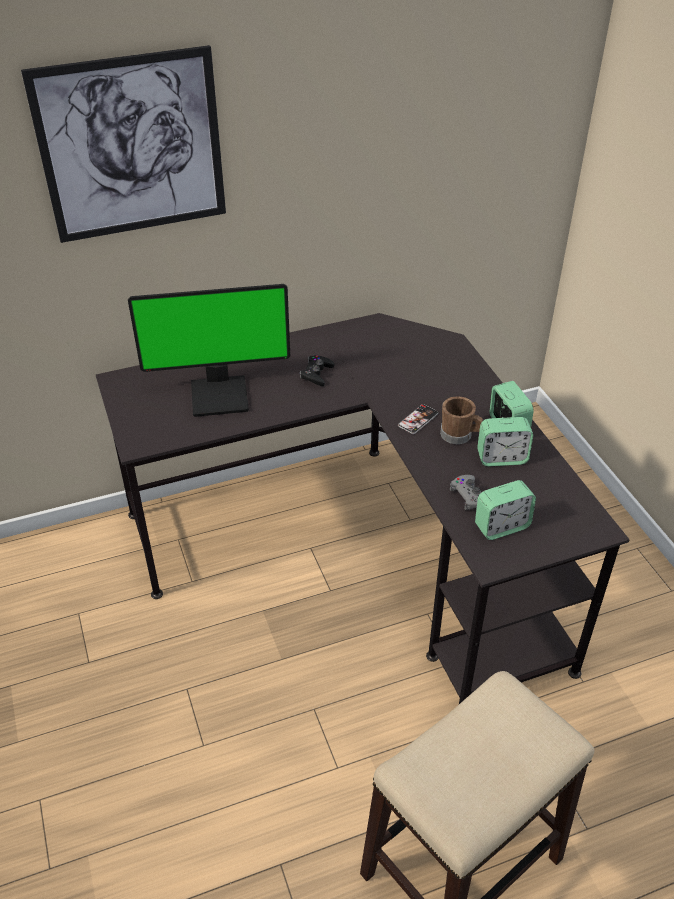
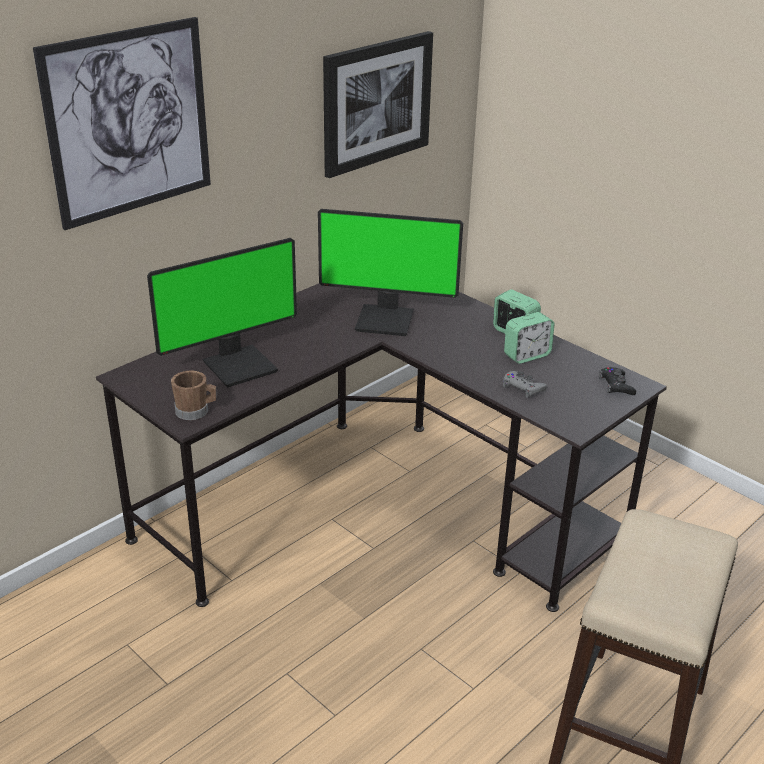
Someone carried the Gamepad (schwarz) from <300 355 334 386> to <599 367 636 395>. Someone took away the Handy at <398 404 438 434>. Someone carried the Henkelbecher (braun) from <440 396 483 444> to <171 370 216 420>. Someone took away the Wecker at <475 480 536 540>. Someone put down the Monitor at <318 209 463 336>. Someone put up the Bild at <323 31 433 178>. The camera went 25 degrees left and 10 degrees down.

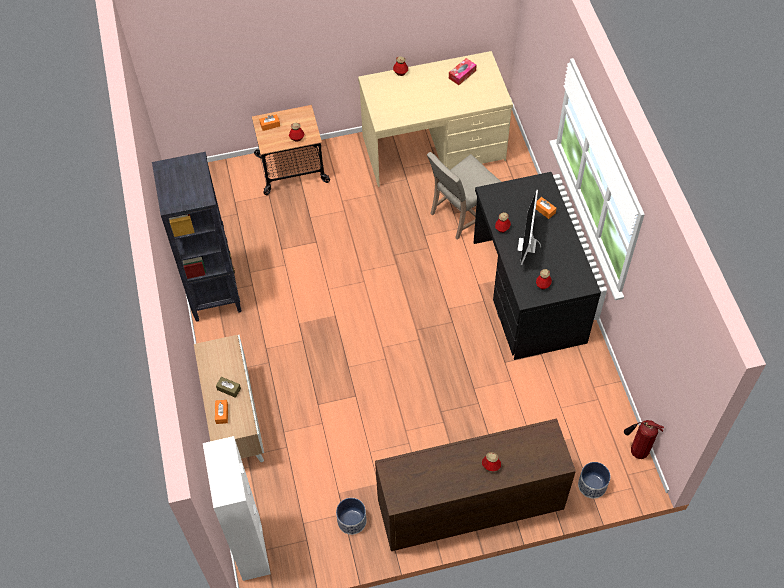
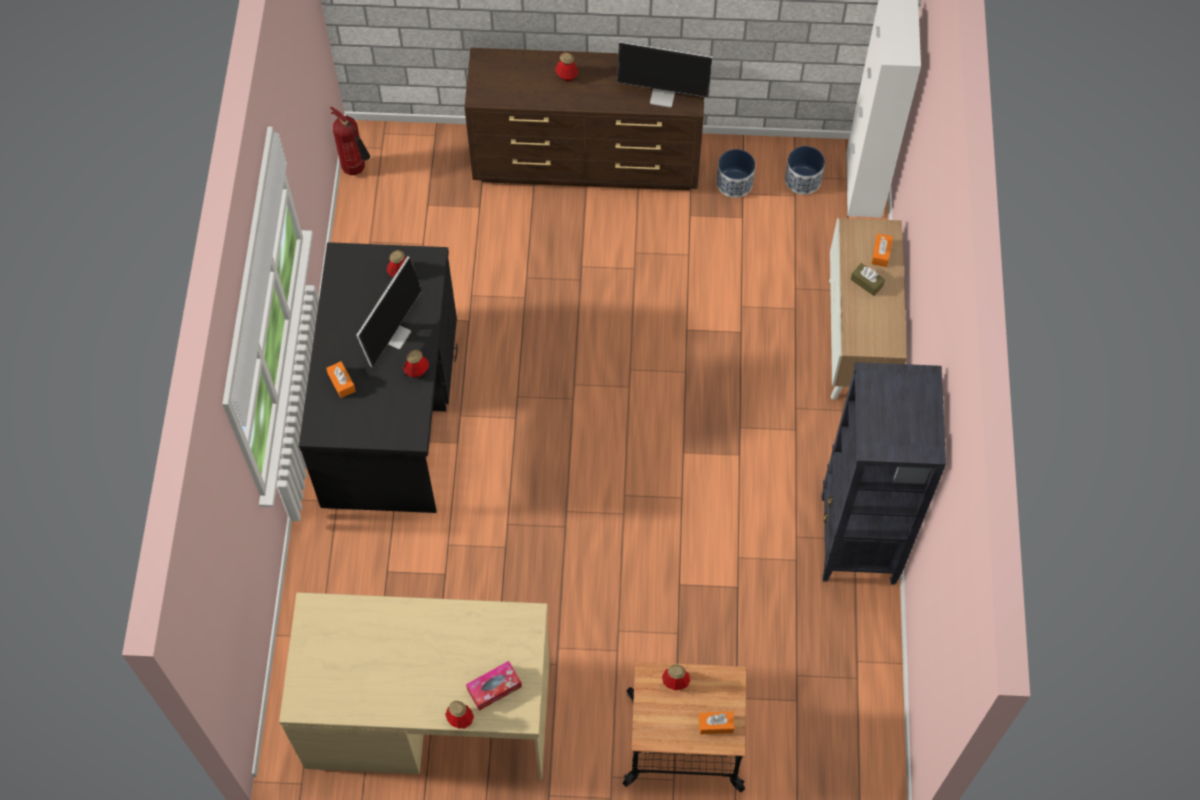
Someone took away the Stuhl (beige) at <427 152 501 239>. Someone carried the Taschentuchbox from <449 58 477 85> to <466 661 522 711>. Someone carried the Pflanzkübel from <578 462 610 499> to <785 146 825 195>. Someone put down the Monitor at <617 41 713 108>. The camera went 165 degrees left and 5 degrees up.

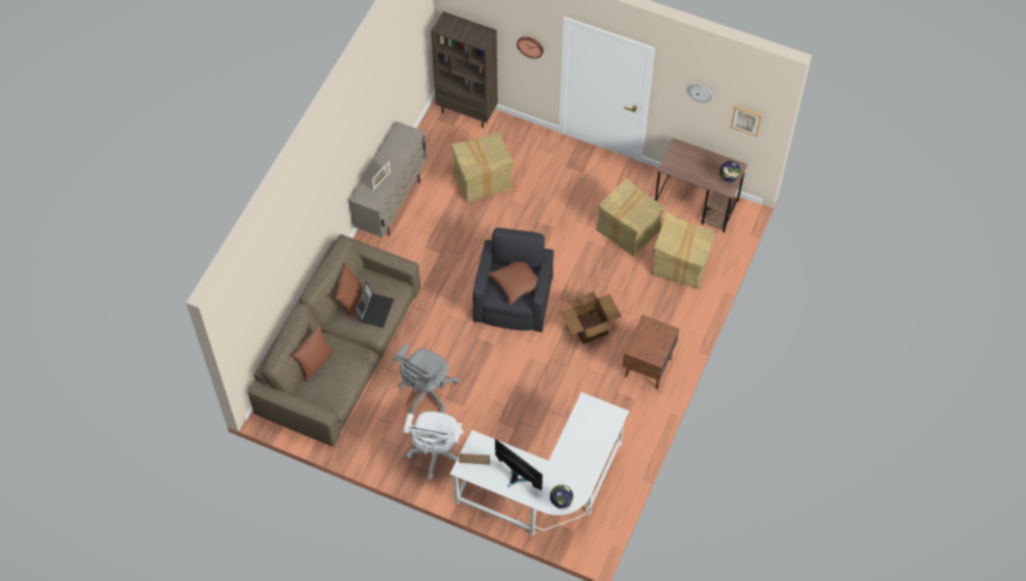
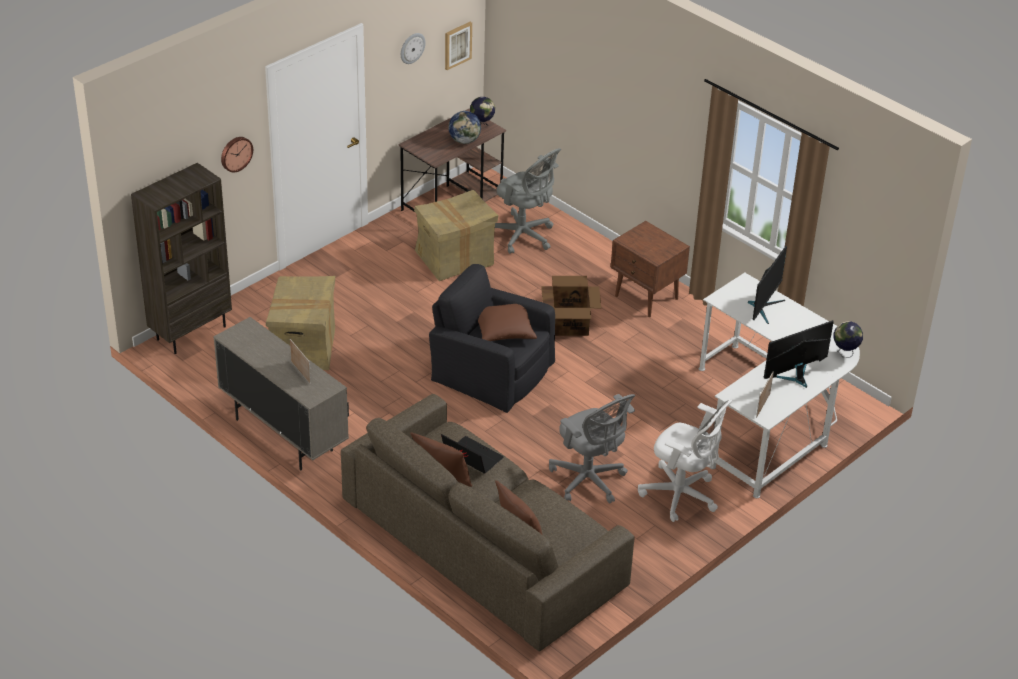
Someone swapped the Karton at <651 211 715 289> for the Bürostuhl (grau) at <495 148 561 254>. Someone put down the Globus at <448 111 481 144>. Someone put down the Monitor at <748 246 787 324>. The camera went 70 degrees left and 20 degrees down.

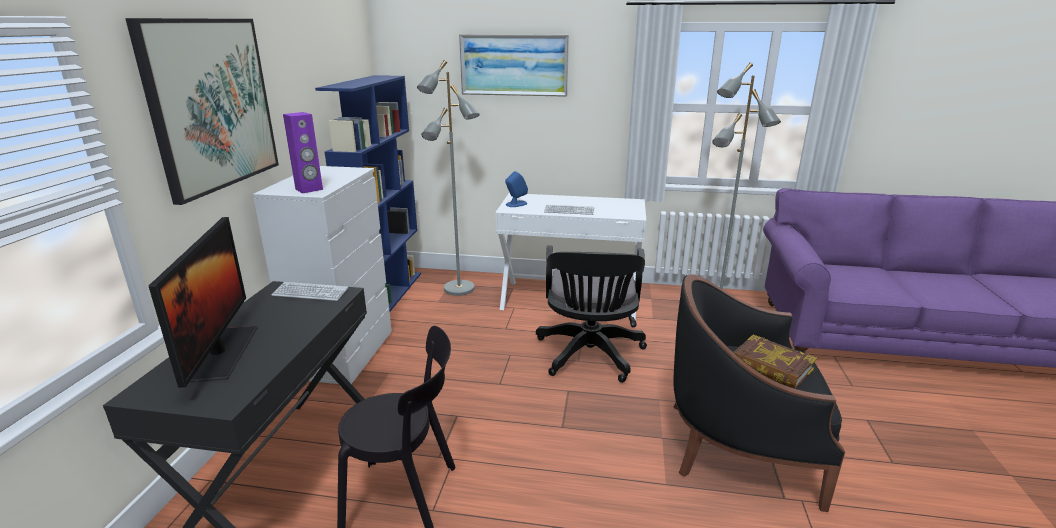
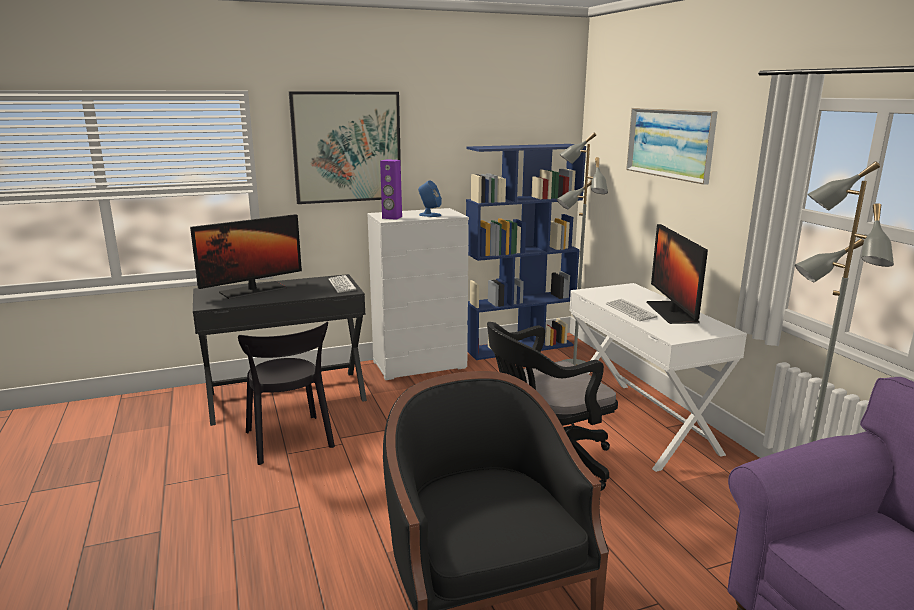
Someone carried the Lautsprecher (blau) from <505 171 528 207> to <418 180 442 217>. Someone took away the Buch at <734 335 817 388>. Someone put down the Monitor at <647 224 708 324>. The camera went 60 degrees right and 5 degrees down.

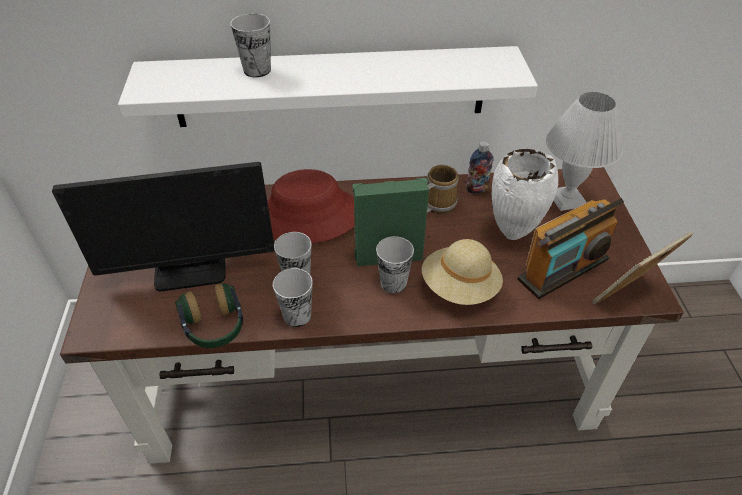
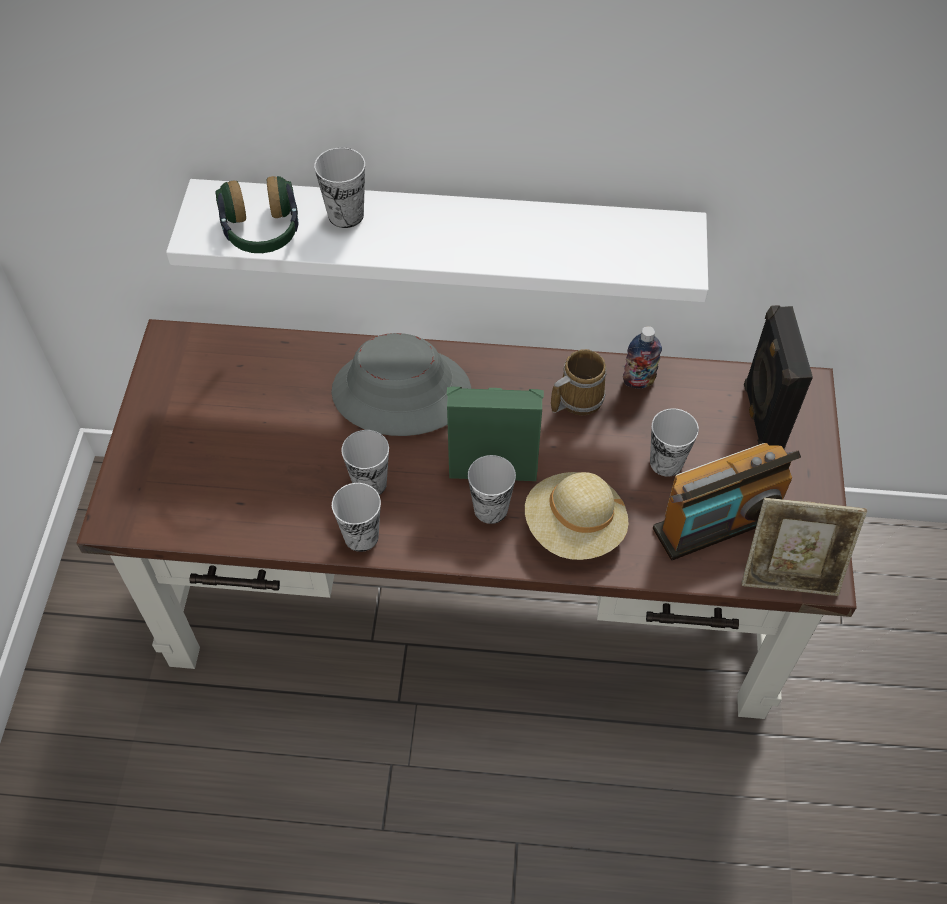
Someone took away the Monitor at <52 162 275 292>. Someone carried the Kopfhörer from <175 283 243 348> to <215 176 298 253>. Someone repainted the Hut (rot) at <267 169 355 243>, which became the Hut (grau) at <331 333 471 436>. Someone swapped the Vase (weiß) at <492 149 558 240> for the Tasse at <650 408 699 477>. Someone swapped the Tischlampe (weiß) at <546 92 623 211> for the Lautsprecher (schwarz) at <744 305 813 449>. Someone rotated the Bilderrahmen at <592 232 693 304> by 150 degrees counterclockwise. The camera went 10 degrees right and 10 degrees up.

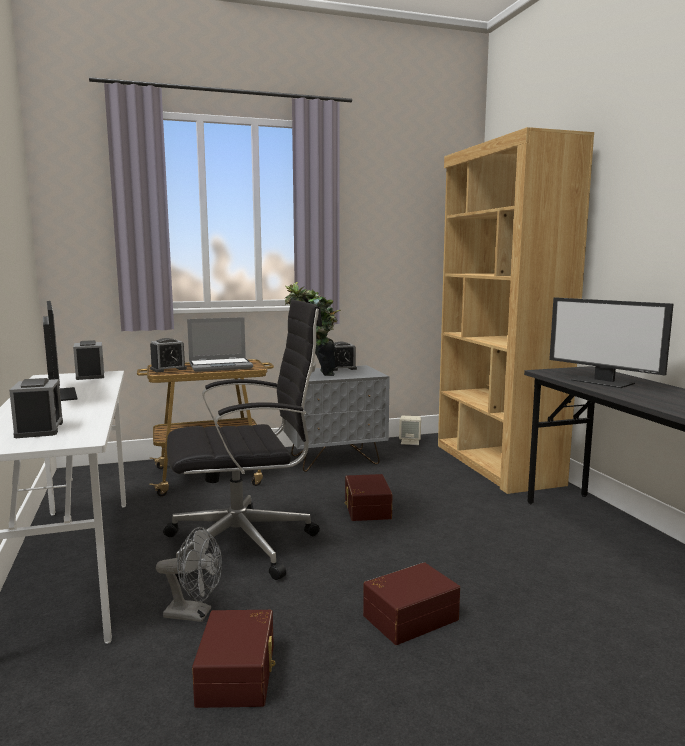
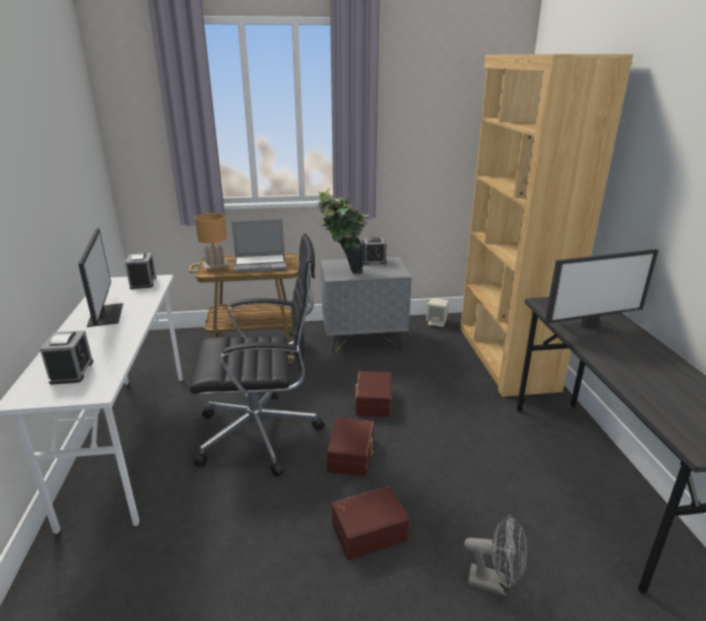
Someone swapped the Wecker at <150 338 187 372> for the Tischlampe (braun) at <195 213 229 271>. Someone carried the Ventilator (grau) from <156 527 222 622> to <464 514 527 596>. Someone carried the Aufbewahrungsbox (braun) from <192 610 275 708> to <327 417 374 476>. Someone rotated the Monitor at <549 297 674 388> by 75 degrees counterclockwise. The camera went 10 degrees right and 15 degrees up.

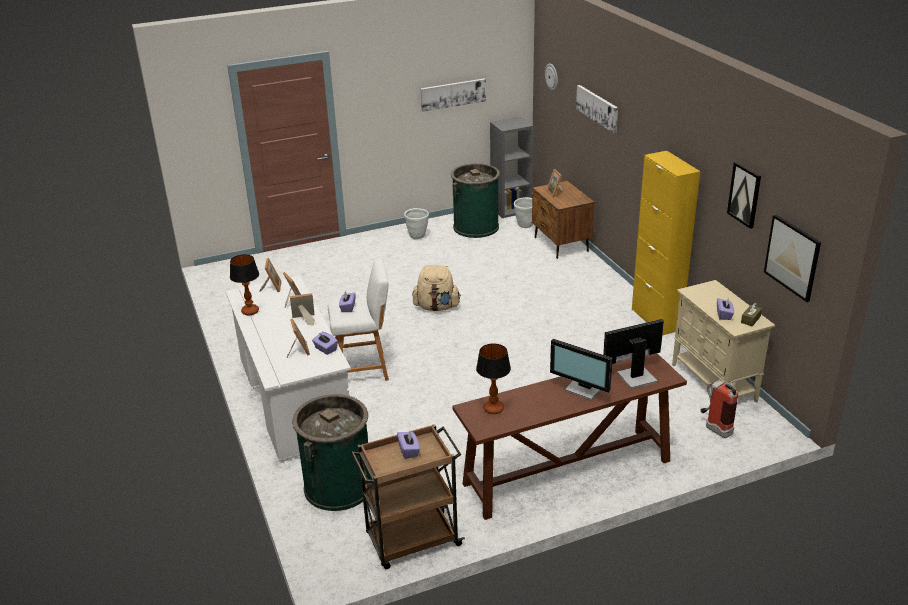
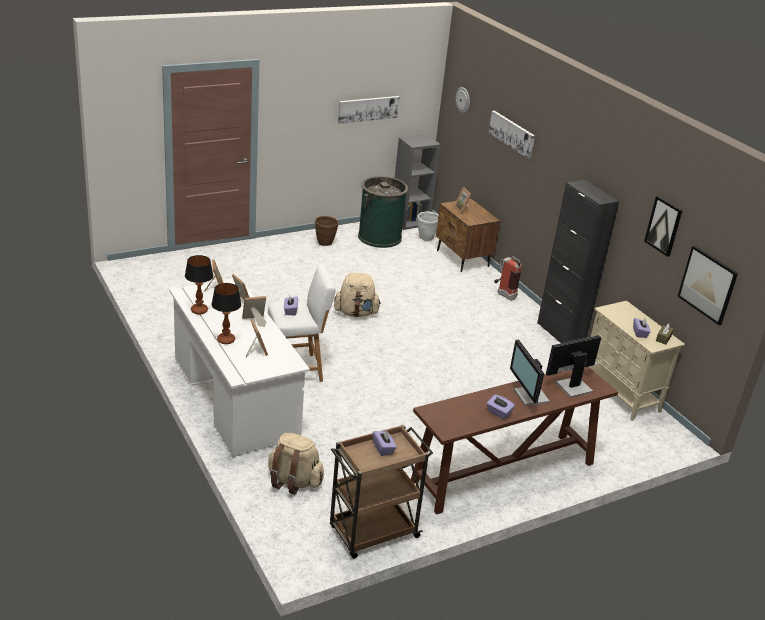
Someone swapped the Mülleimer (grün) at <292 394 372 511> for the Rucksack (beige) at <268 433 324 495>. Someone carried the Taschentuchbox (lila) from <312 332 338 355> to <487 394 515 419>. Someone repainted the Pflanzkübel (weiß) at <404 208 429 239>, which became the Pflanzkübel (braun) at <315 216 338 246>. Someone carried the Tischlampe from <476 343 511 414> to <211 283 241 344>. Someone rotated the Monitor at <550 339 613 401> by 45 degrees clockwise. Someone repainted the Schrank (gelb) at <632 151 700 336>, which became the Schrank (schwarz) at <537 180 619 343>. Someone carried the Feuerlöscher from <700 380 738 438> to <494 256 522 300>. The camera went 10 degrees left and 0 degrees up.

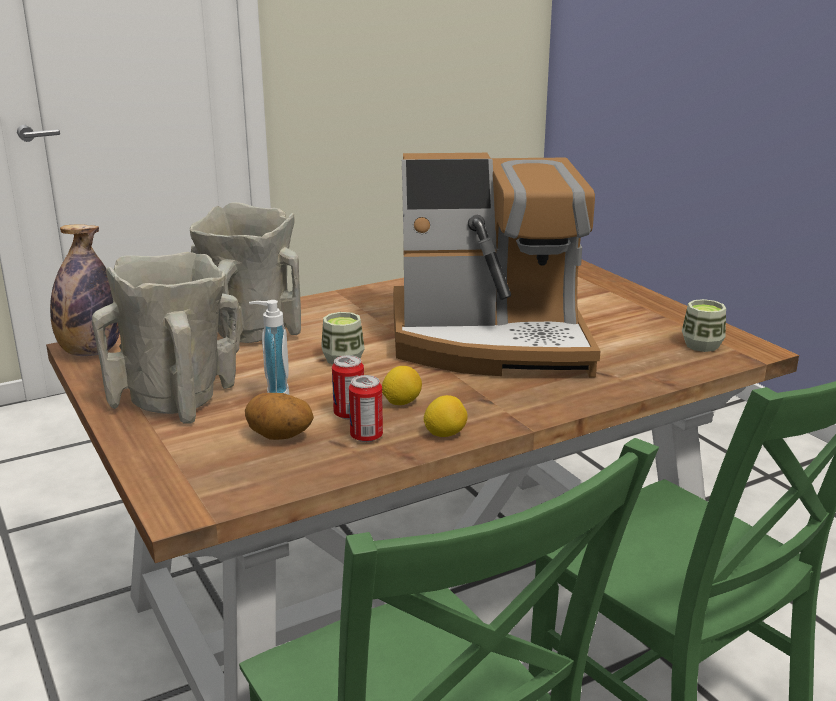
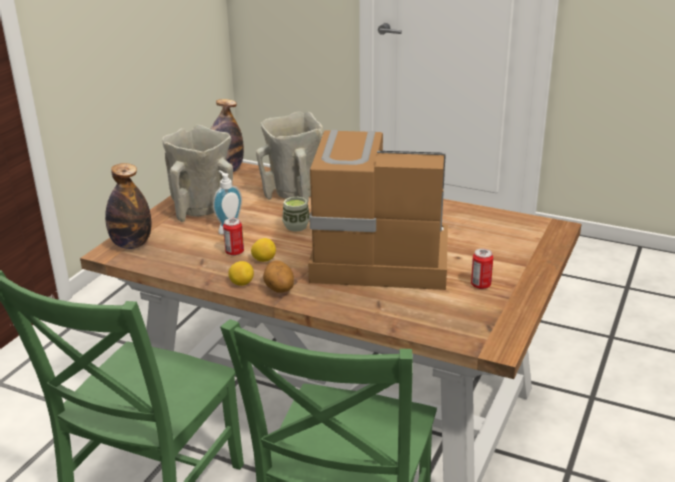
Someone carried the Kartoffel from <245 393 314 440> to <263 261 294 293>. Someone carried the Dose from <349 375 383 442> to <471 249 493 289>. Someone rotated the Kaffeemaschine at <393 153 600 378> by 135 degrees clockwise. Someone took away the Tasse at <682 299 726 352>. Someone put down the Flasche at <105 163 152 249>. The camera went 55 degrees right and 5 degrees up.

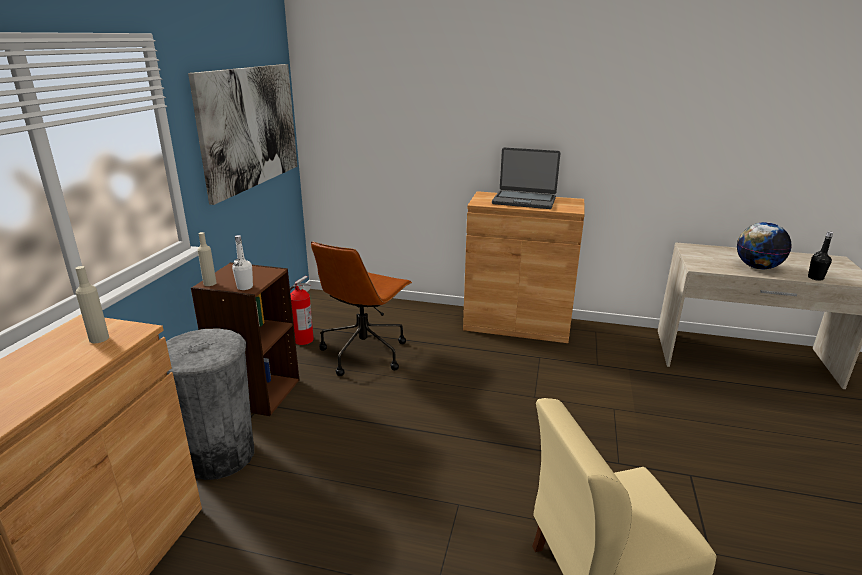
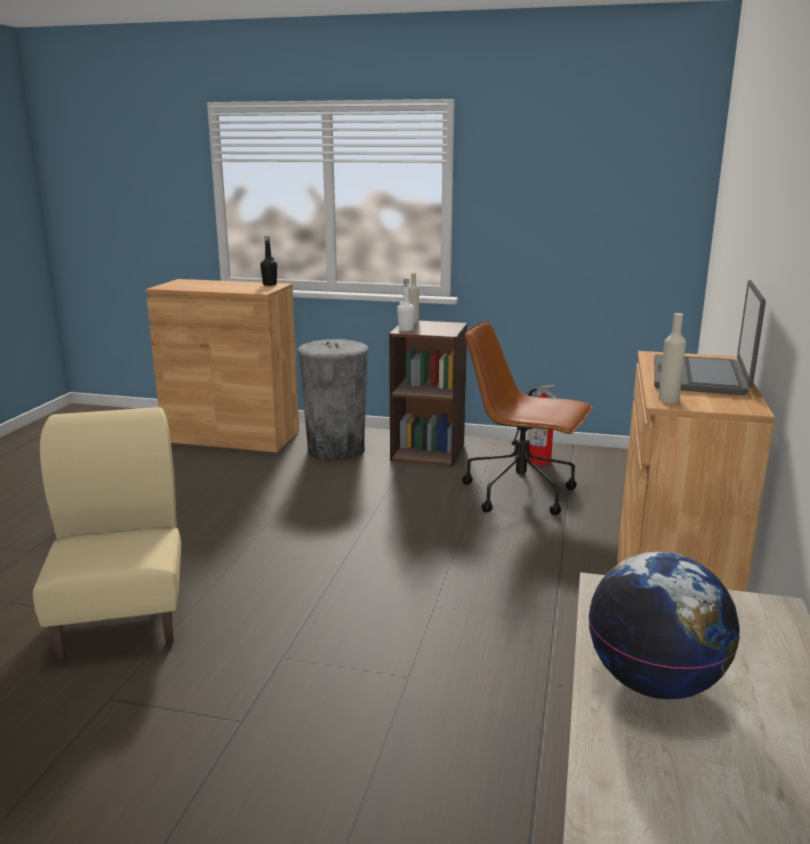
Someone carried the Flasche (beige) from <75 266 109 343> to <658 313 686 403>. Someone took away the Bild at <188 64 297 205>. Someone carried the Flasche (schwarz) from <808 231 833 281> to <260 236 277 286>. The camera went 90 degrees right and 5 degrees down.

